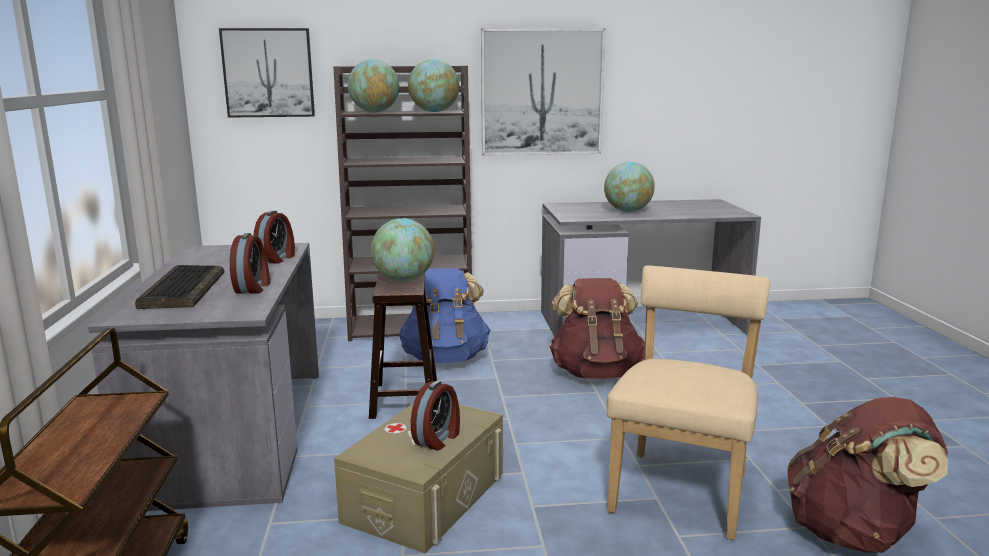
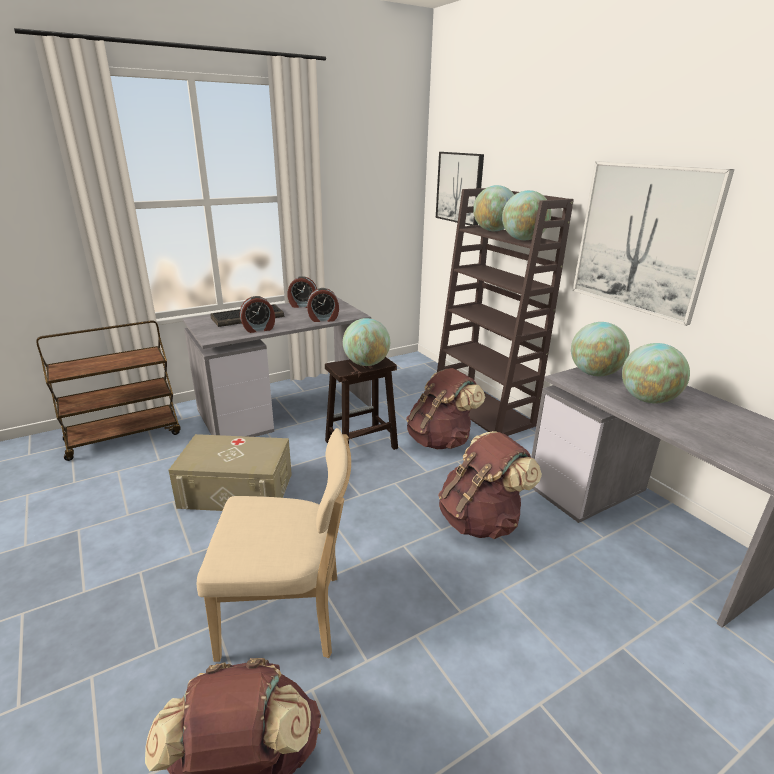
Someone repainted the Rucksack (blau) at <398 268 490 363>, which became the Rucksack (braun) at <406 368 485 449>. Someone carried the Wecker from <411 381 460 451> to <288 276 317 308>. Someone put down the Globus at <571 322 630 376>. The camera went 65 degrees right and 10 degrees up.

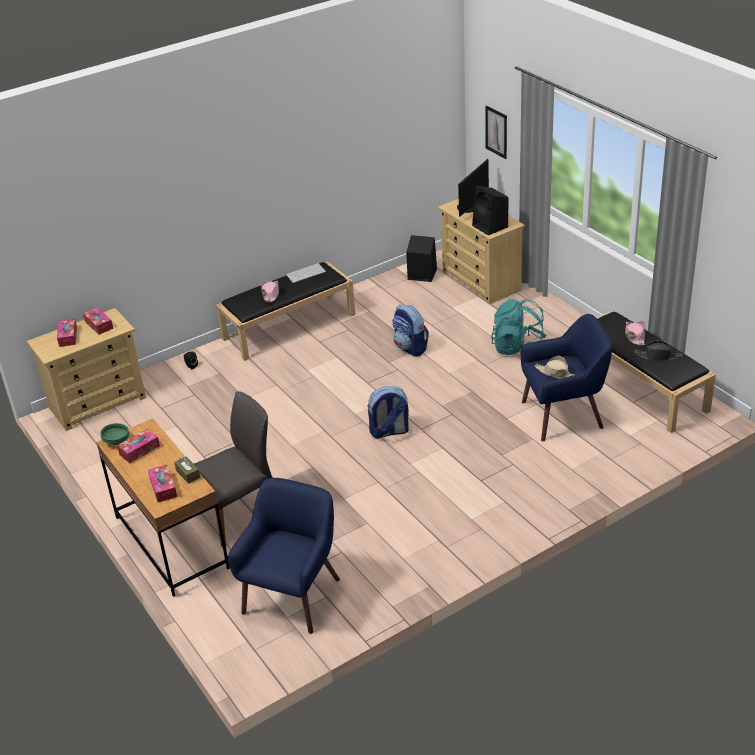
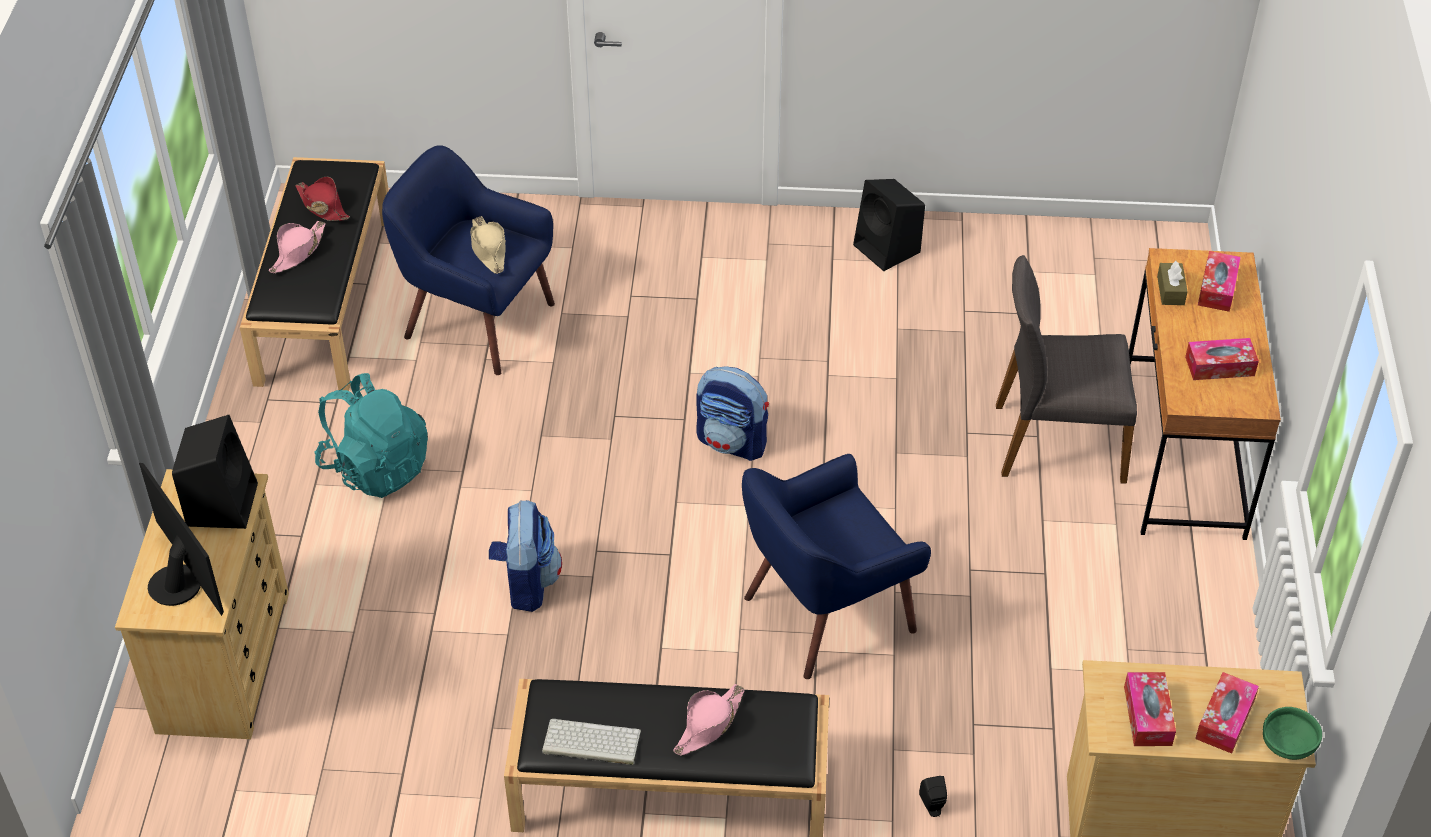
Someone carried the Schüssel (grün) from <100 423 129 445> to <1263 707 1322 760>. Someone carried the Sessel (blau) from <228 478 340 634> to <742 454 931 679>. Someone carried the Lautsprecher (schwarz) from <406 235 437 282> to <853 179 925 271>. Someone rotated the Monitor at <457 159 489 217> by 75 degrees clockwise. Someone took away the Bild at <485 106 507 159>. Someone repainted the Hut (schwarz) at <635 341 682 360>, which became the Hut (rot) at <295 177 350 221>. The camera went 145 degrees left and 10 degrees up.

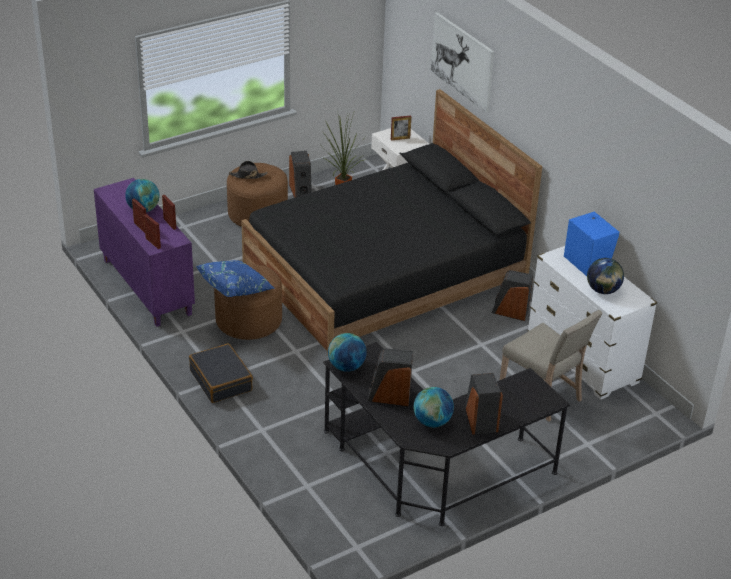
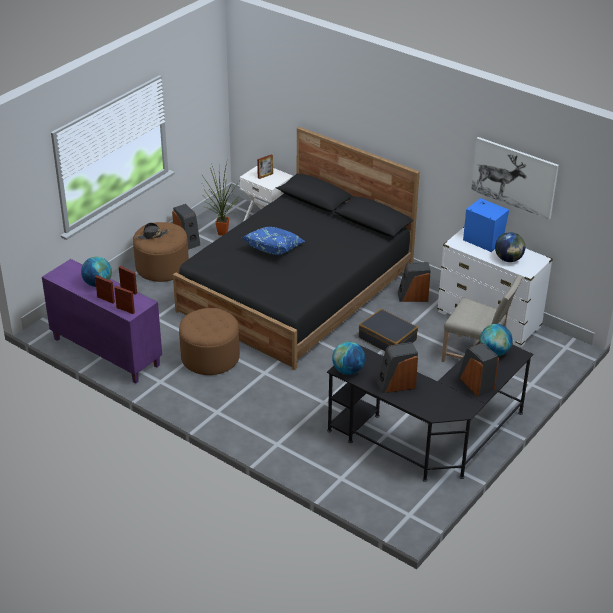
Someone carried the Koffer (schwarz) from <189 343 253 403> to <359 309 418 351>. Someone carried the Kissen (blau) from <196 260 274 297> to <242 227 306 255>. Someone carried the Globus from <413 387 454 427> to <480 324 513 356>. Someone carried the Bild from <431 12 494 112> to <471 137 559 220>. The camera went 20 degrees left and 0 degrees up.

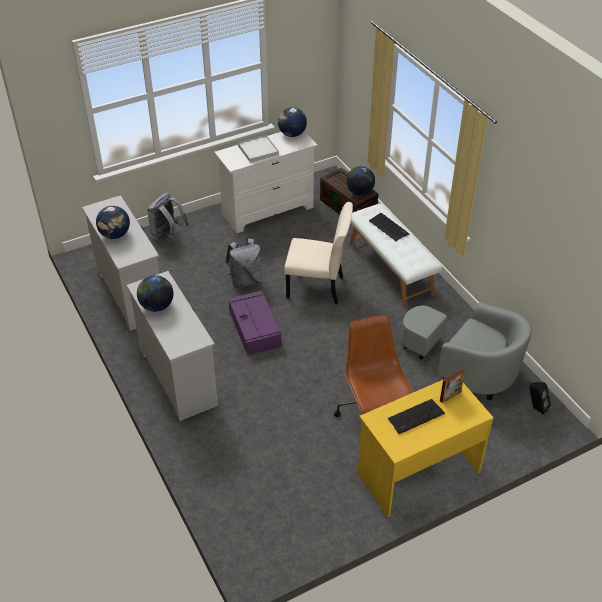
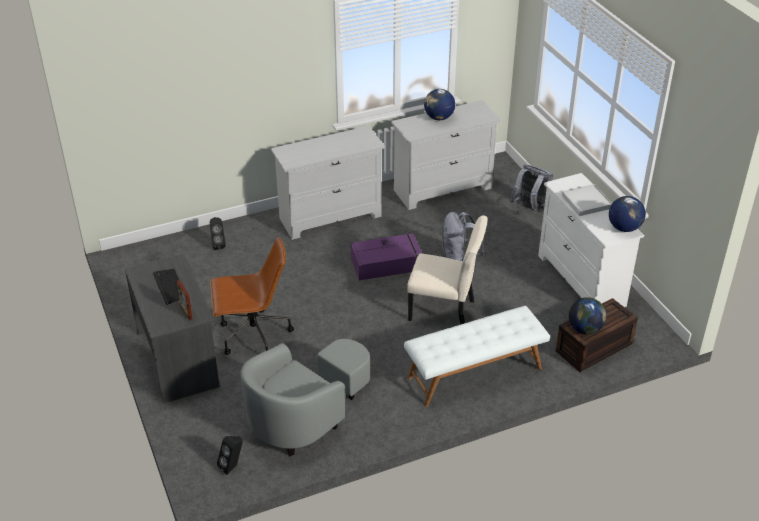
Someone took away the Globus at <137 275 174 312>. Someone rotated the Stuhl (beige) at <284 202 353 304> by 90 degrees counterclockwise. Someone repainted the Schreibtisch (gelb) at <358 379 494 517>, which became the Schreibtisch (grau) at <125 254 220 404>. Someone took away the Tastatur at <369 213 409 241>. Someone put down the Lautsprecher (schwarz) at <210 217 226 250>. The camera went 95 degrees right and 5 degrees down.

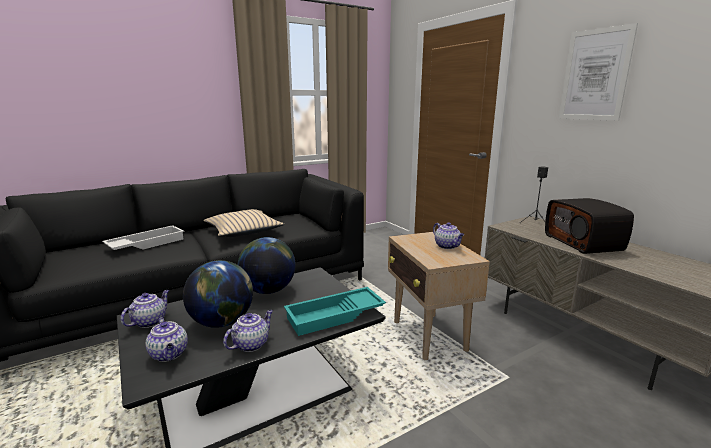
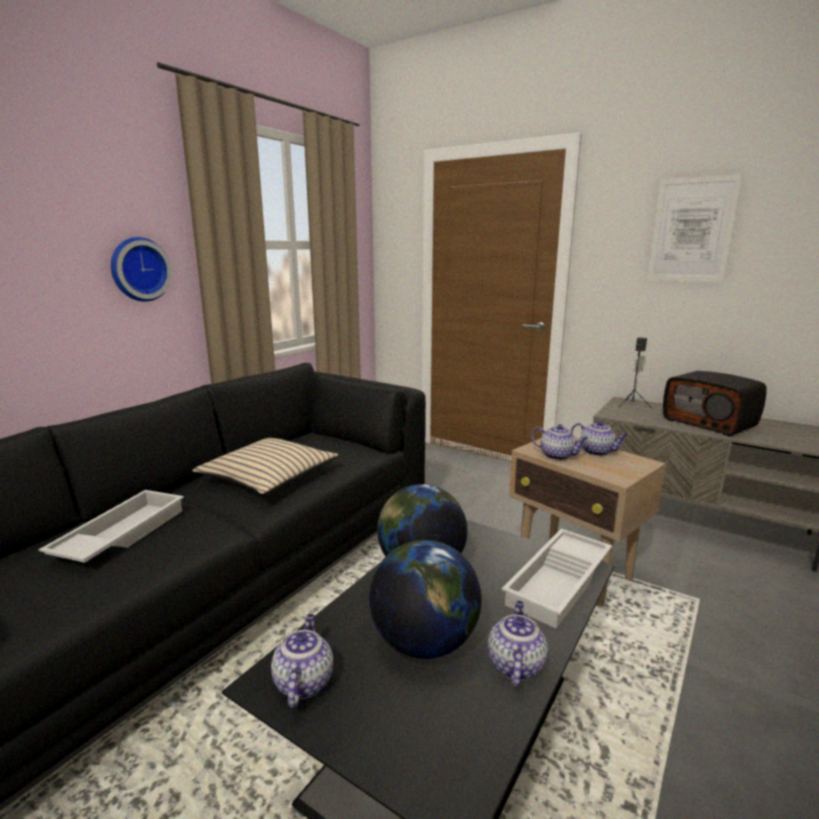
Someone carried the Teekanne from <145 318 188 362> to <531 424 588 460>. Someone repainted the Tablett (türkis) at <284 287 386 336>, which became the Tablett (weiß) at <502 529 612 628>. Someone put up the Wanduhr at <111 237 172 302>. The camera went 25 degrees left and 0 degrees up.

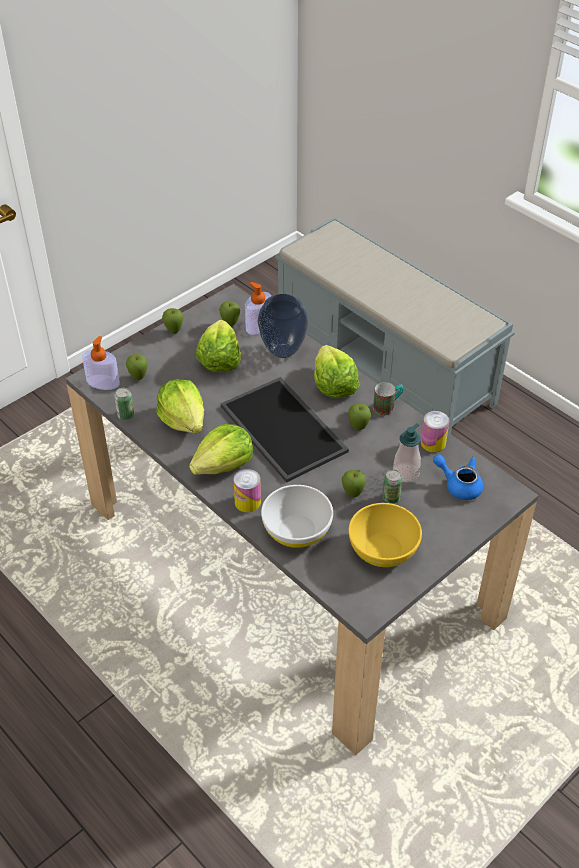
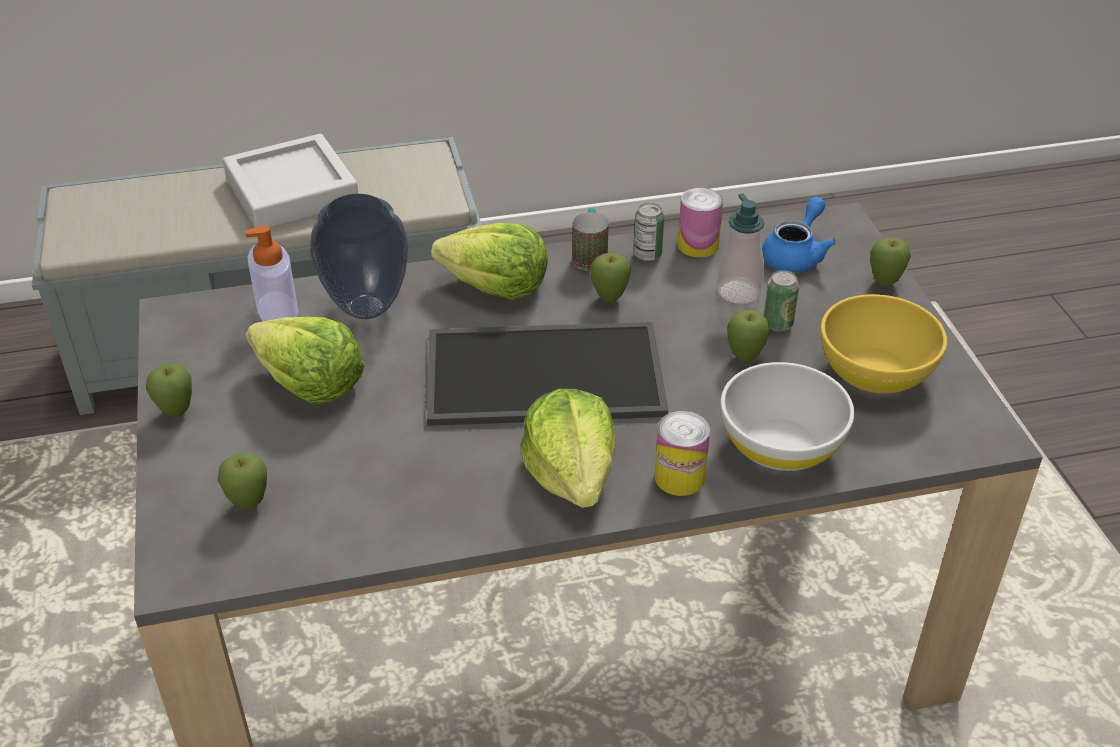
Someone took away the Seifenspender at <82 336 120 390>. Someone carried the Dose from <114 388 134 420> to <633 203 664 261>. Someone took away the Salatkopf at <156 379 204 434>. Someone carried the Apfel from <219 301 240 327> to <870 237 911 287>. Someone rotated the Teekanne (blau) at <433 454 483 500> by 150 degrees clockwise. Someone put down the Tablett (grau) at <223 134 358 228>. The camera went 60 degrees left and 5 degrees down.

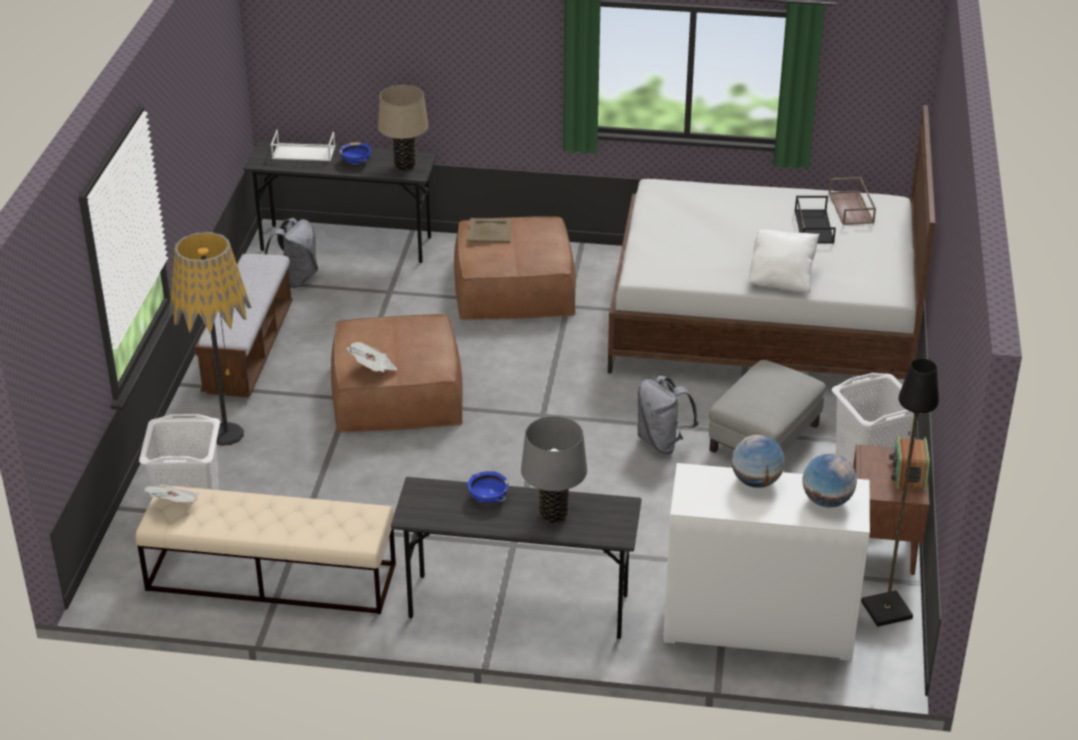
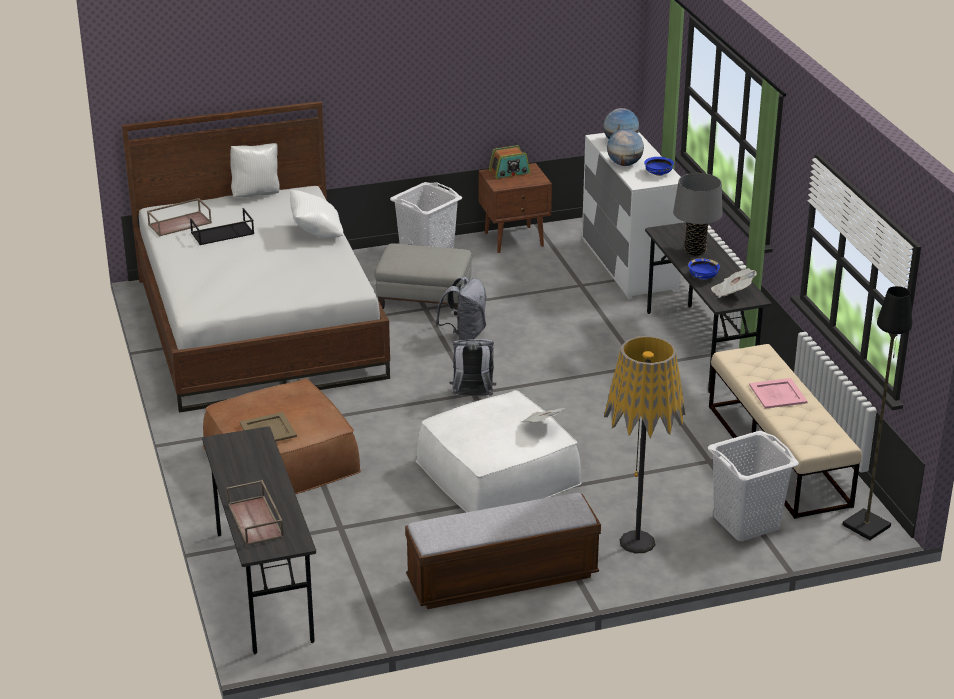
Someone carried the Zeitung from <144 486 200 503> to <711 268 757 298>. Someone carried the Rucksack (grau) from <264 218 318 288> to <449 339 496 396>. Someone repainted the Tablett (weiß) at <271 130 336 161>, which became the Tablett (braun) at <227 480 284 546>. Someone repainted the Polsterhocker (braun) at <331 314 463 433>, which became the Polsterhocker (weiß) at <416 390 582 513>. Someone carried the Schüssel (blau) from <340 142 371 164> to <644 157 674 176>. Someone took away the Tischlampe (beige) at <378 85 429 171>. Someone carried the Stehlampe (schwarz) from <861 358 939 627> to <842 286 912 540>. Someone put down the Kissen (weiß) at <230 143 279 197>. Someone put down the Tablett (rosa) at <749 378 808 409>. The camera went 115 degrees left and 5 degrees down.

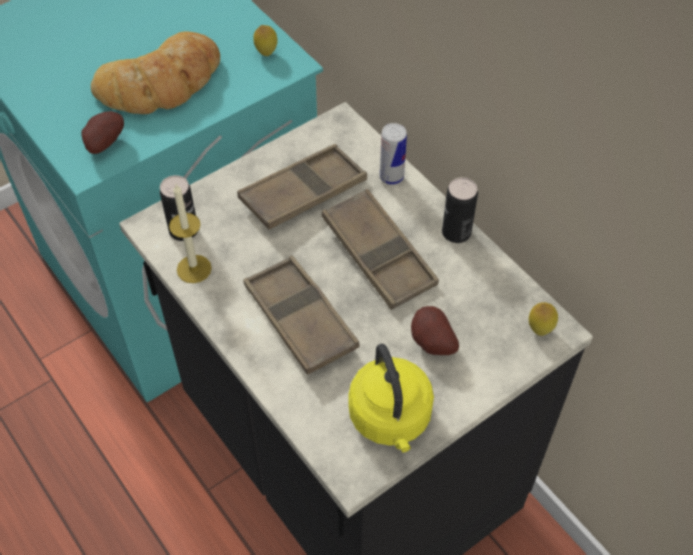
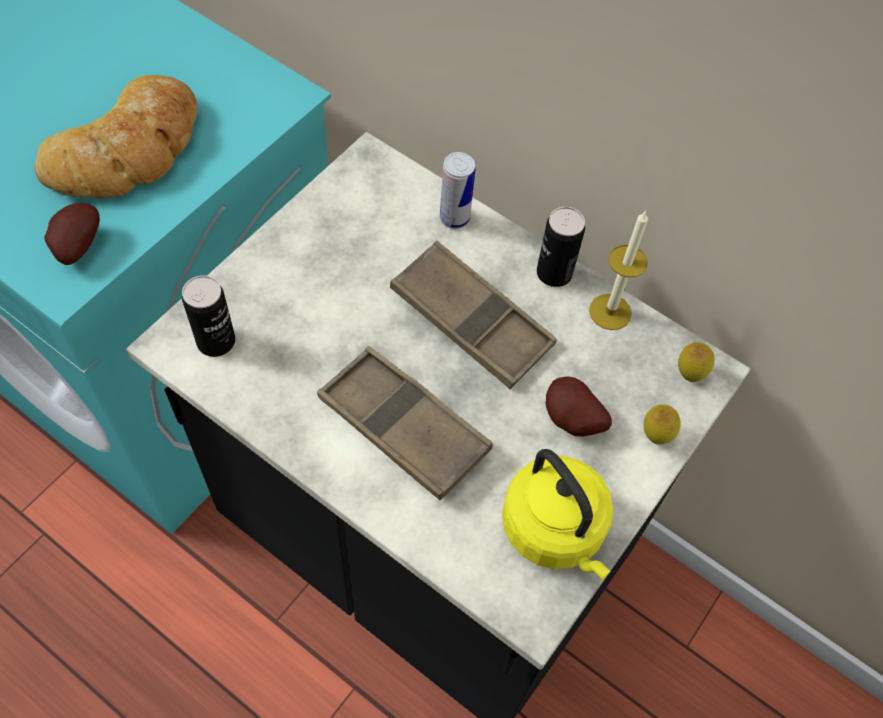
Someone carried the Kerze from <169 184 212 283> to <589 210 648 330>. Someone took away the Tablett (braun) at <237 144 367 230>. Someone carried the Zitrone from <253 25 278 56> to <644 404 681 445>. The camera went 20 degrees left and 5 degrees up.

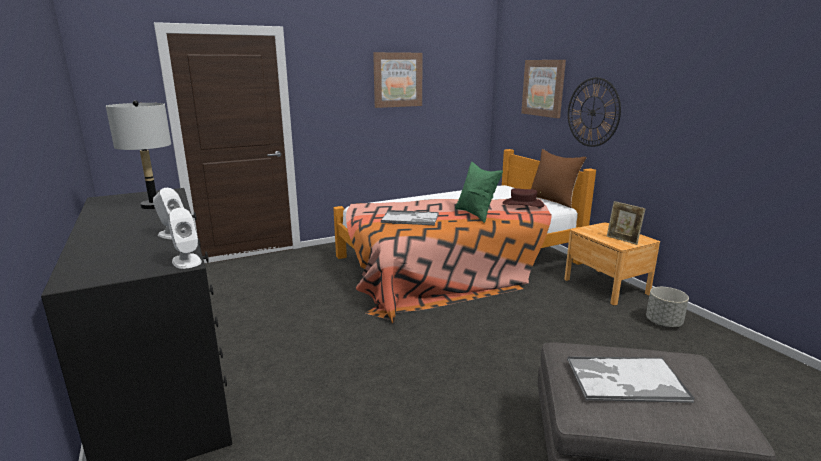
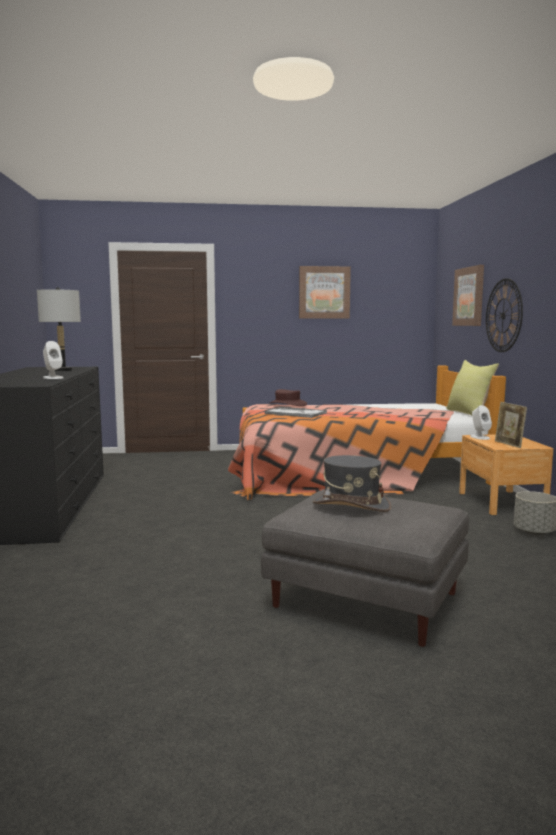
Someone carried the Lautsprecher (weiß) from <169 208 202 269> to <470 405 492 440>. Someone took away the Kissen (grün) at <455 162 503 223>. Someone carried the Hut (braun) from <503 188 544 207> to <270 389 307 406>. Someone repainted the Kissen (braun) at <531 149 587 208>, which became the Kissen (gelb) at <446 360 499 416>. Someone swapped the Tablett at <567 356 695 403> for the Hut (grau) at <313 455 391 512>. The camera went 20 degrees right and 10 degrees down.

